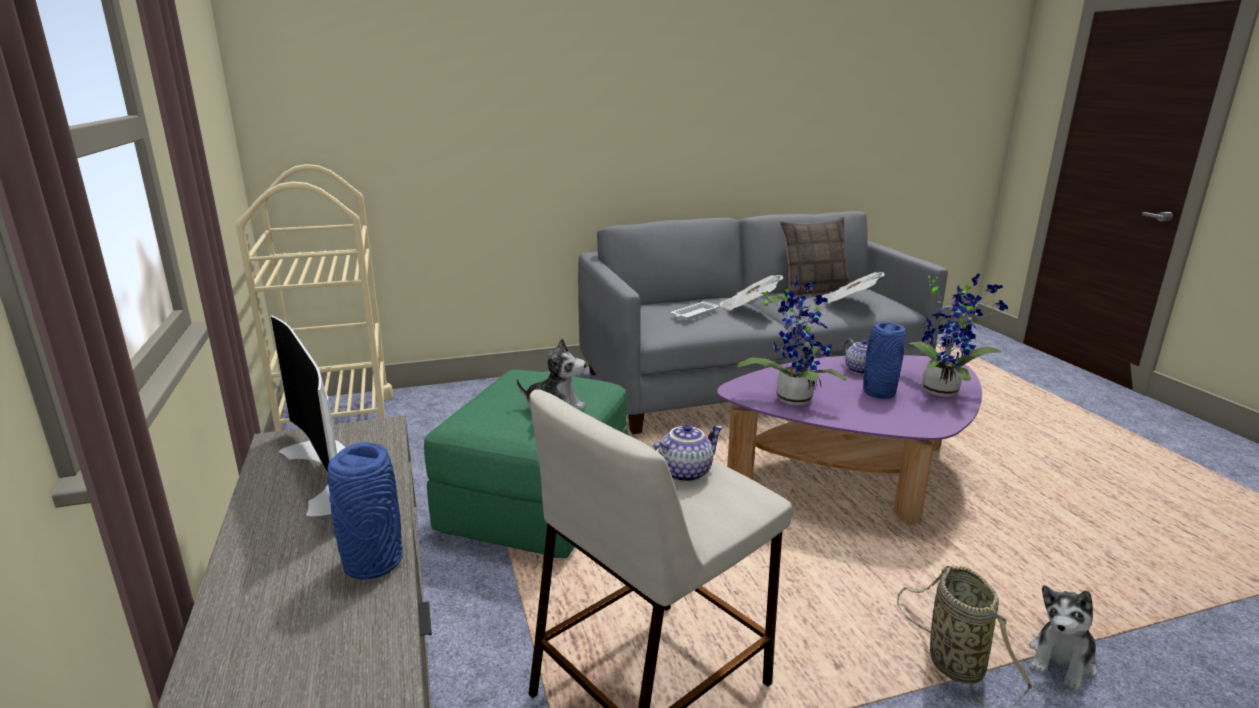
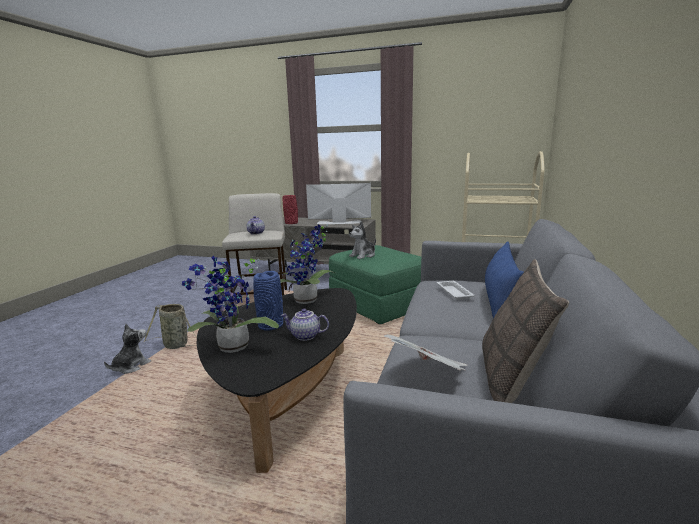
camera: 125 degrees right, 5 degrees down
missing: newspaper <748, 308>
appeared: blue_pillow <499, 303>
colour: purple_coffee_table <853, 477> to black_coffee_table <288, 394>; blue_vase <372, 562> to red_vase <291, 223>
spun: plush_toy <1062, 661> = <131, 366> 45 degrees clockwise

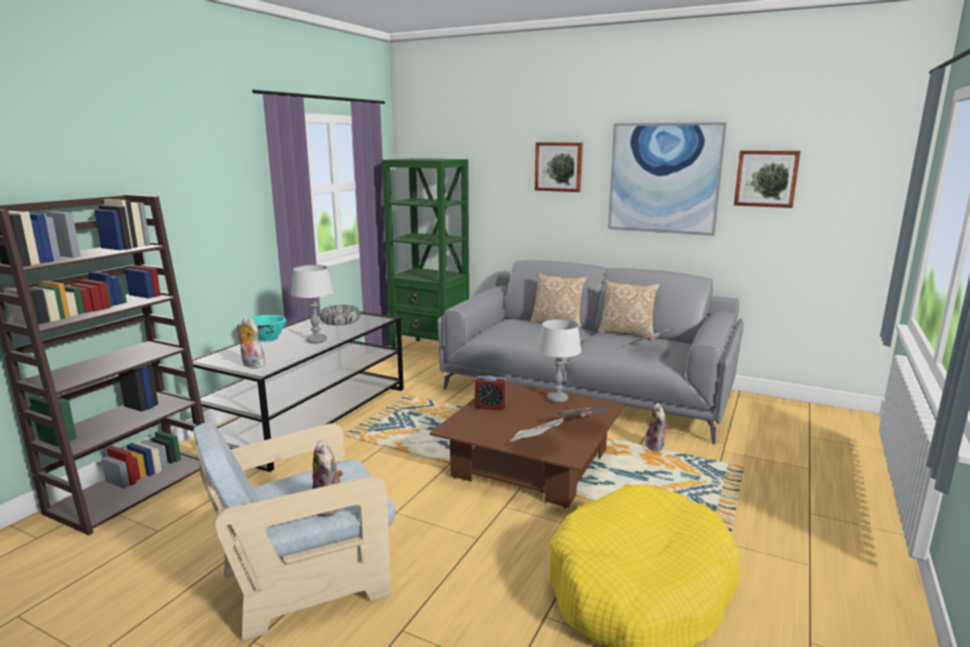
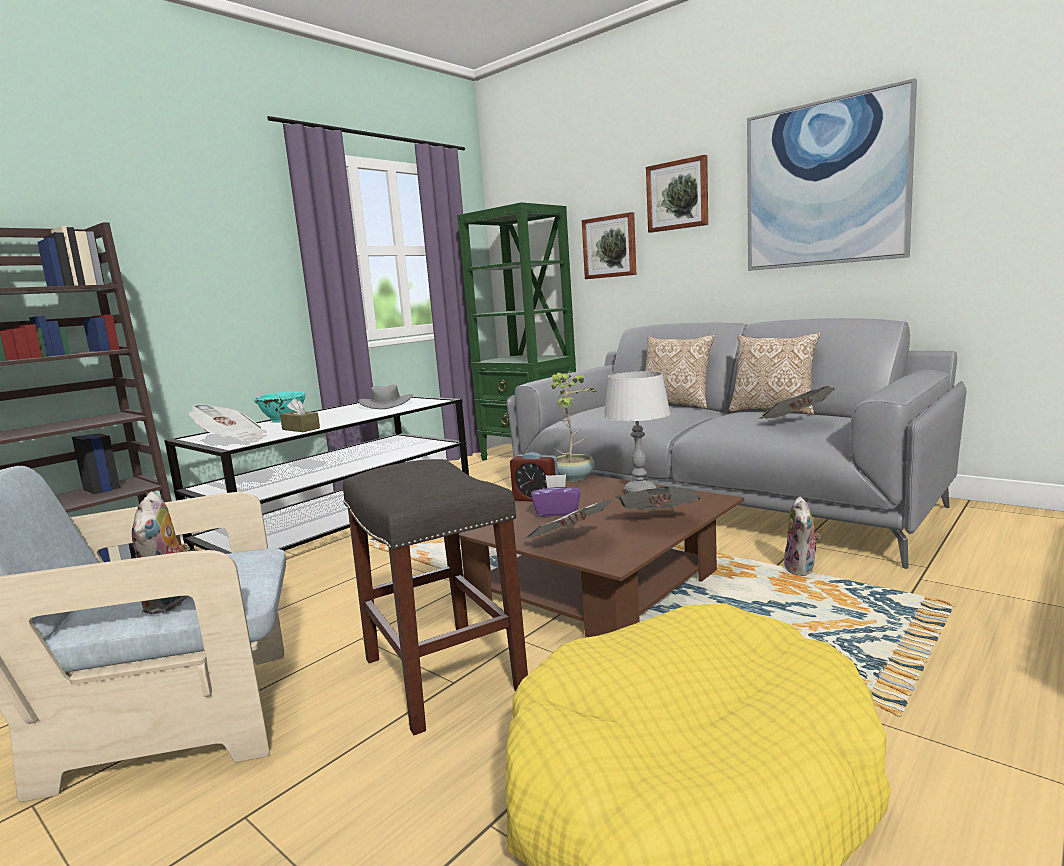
camera: 15 degrees right, 5 degrees down
missing: grey_table_lamp <317, 341>
appeared: brown_tissue_box <301, 429>; grey_stool <445, 675>; purple_tissue_box <557, 512>; potted_plant <575, 477>
relocated: picture <766, 178> to <610, 247>
exchanged: plush_toy <251, 365> to newspaper <232, 441>; bowl <340, 321> to grey_hat <386, 404>

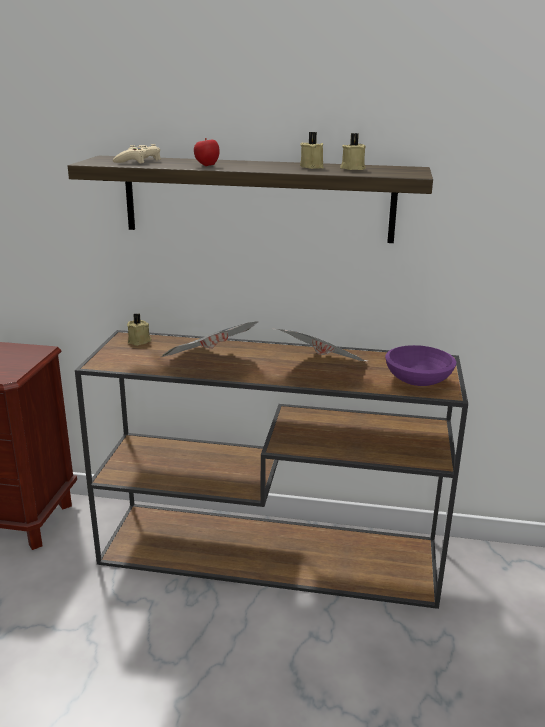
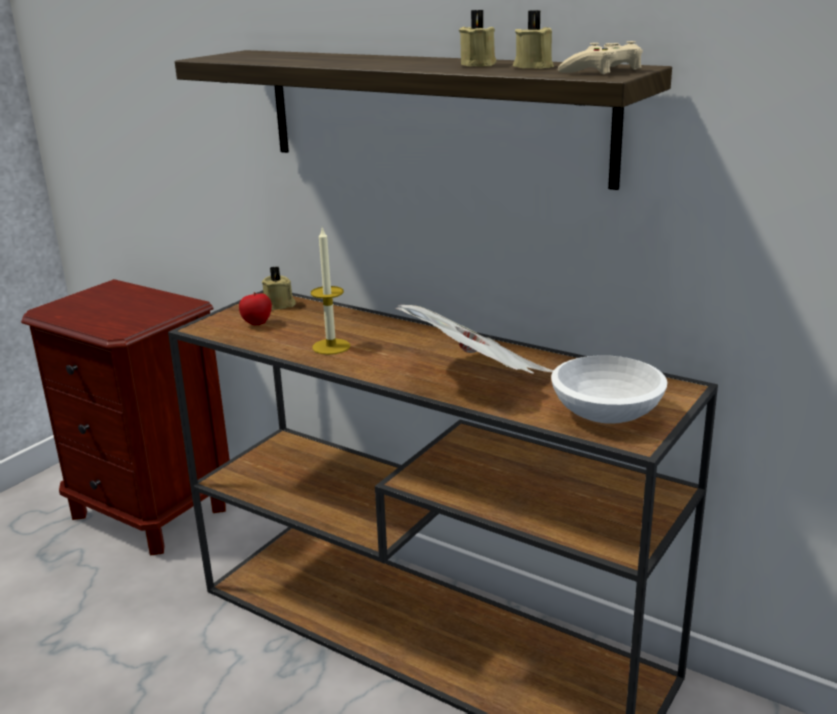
camera: 25 degrees right, 0 degrees up
relocated: apple <207, 166> to <257, 324>; beige_game_controller <139, 161> to <603, 71>
exchanged: newspaper <208, 364> to candle <331, 346>
colour: purple_bowl <417, 380> to white_bowl <605, 413>

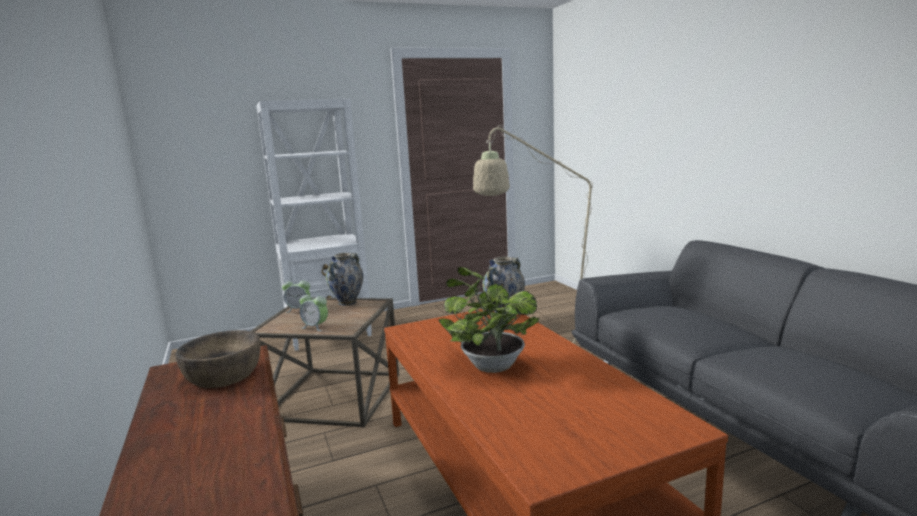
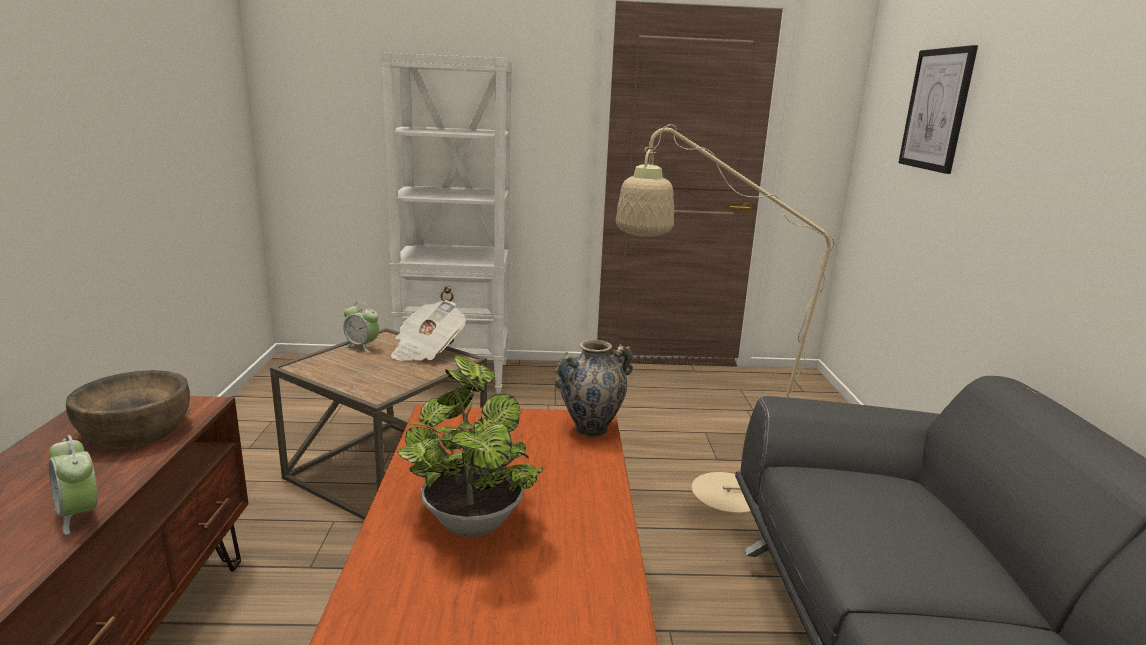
camera: 20 degrees right, 5 degrees up
appeared: picture <936, 109>
relocated: alarm_clock <315, 327> to <80, 515>
exchanged: vase <347, 302> to newspaper <426, 350>

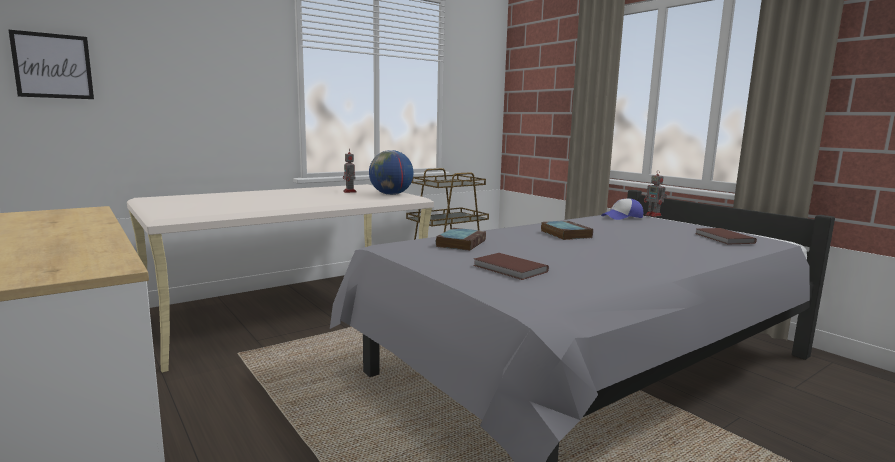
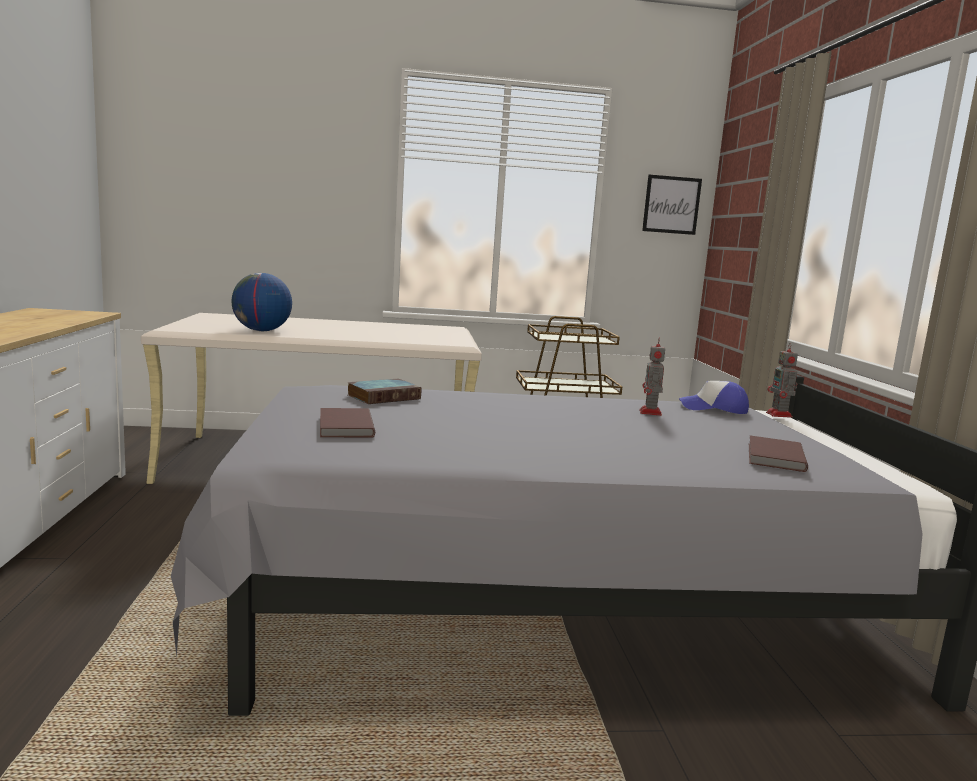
camera: 30 degrees right, 0 degrees up
missing: book <564, 234>
relocated: globe <391, 194> to <261, 331>; toy_robot <350, 192> to <650, 413>; picture <53, 66> to <671, 205>

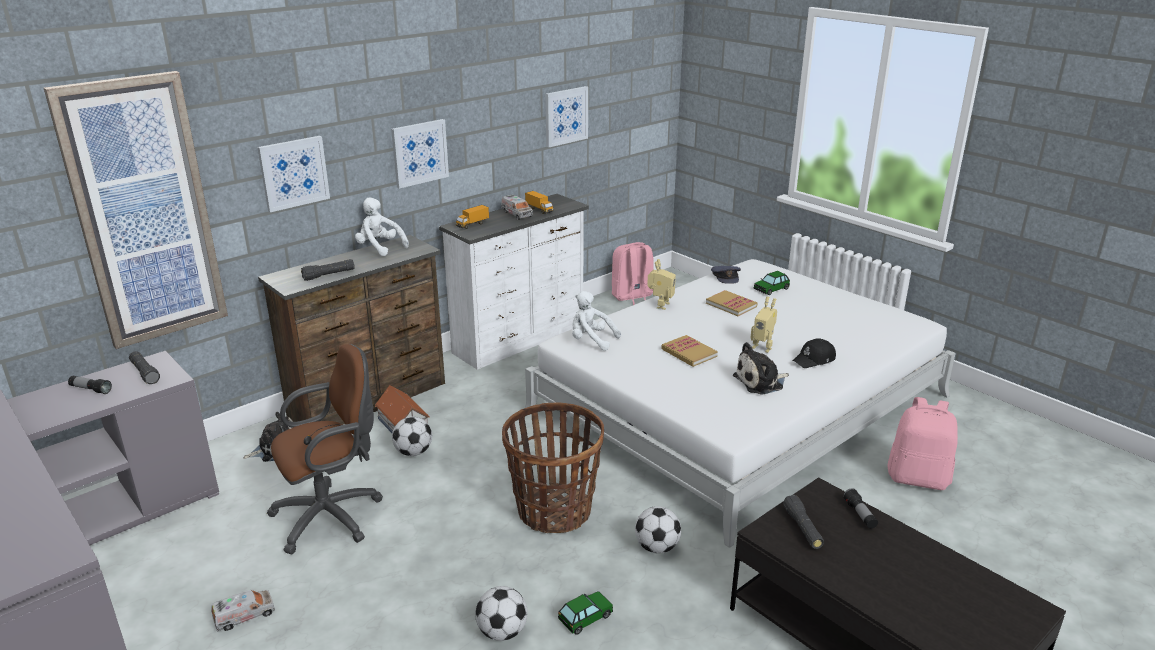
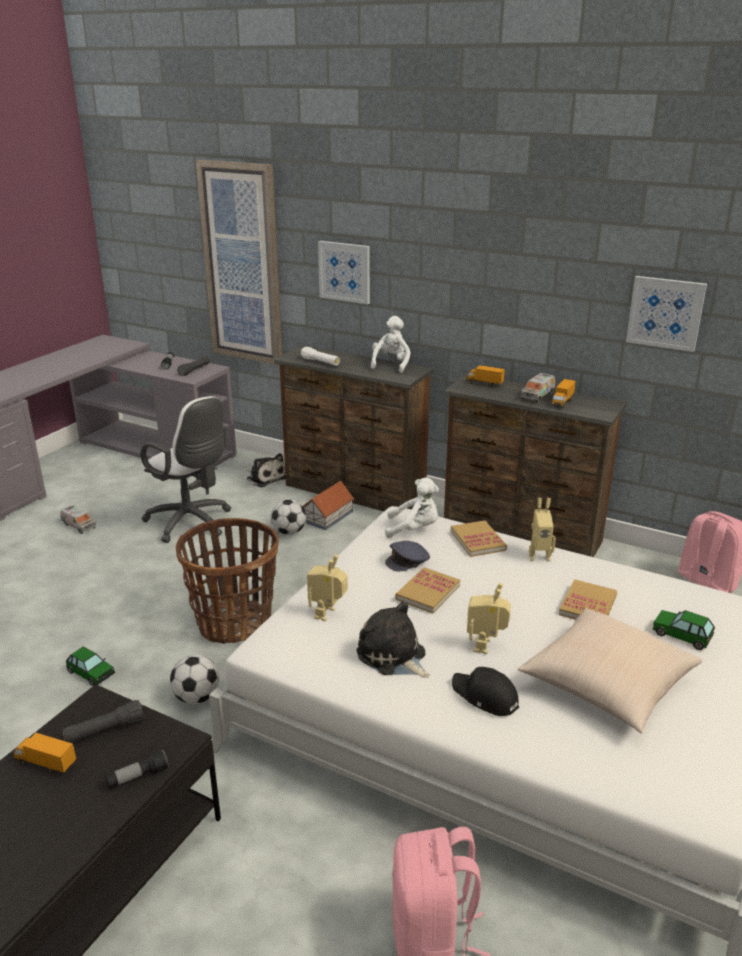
camera: 70 degrees right, 0 degrees up
missing: picture <419, 153>; football <502, 632>
appeared: toy_truck <46, 764>; toy_robot <328, 614>; book <478, 540>; beige_pillow <607, 684>
relocated: grey_cap <726, 277> to <408, 561>
colour: brown_office_chair <333, 516> to white_office_chair <192, 523>; black_flashlight <329, 275> to white_flashlight <320, 362>; white_dresser <521, 340> to brown_dresser <521, 535>
spun: white_plush_toy <591, 340> = <414, 529> 90 degrees clockwise

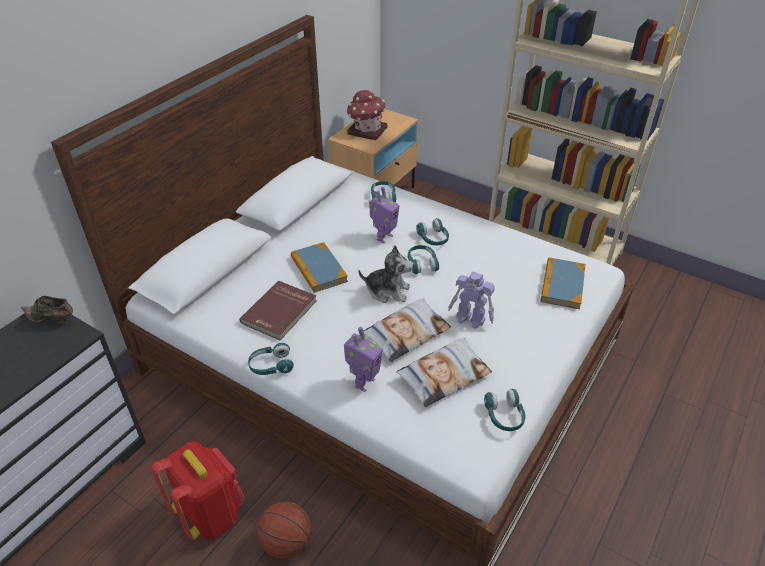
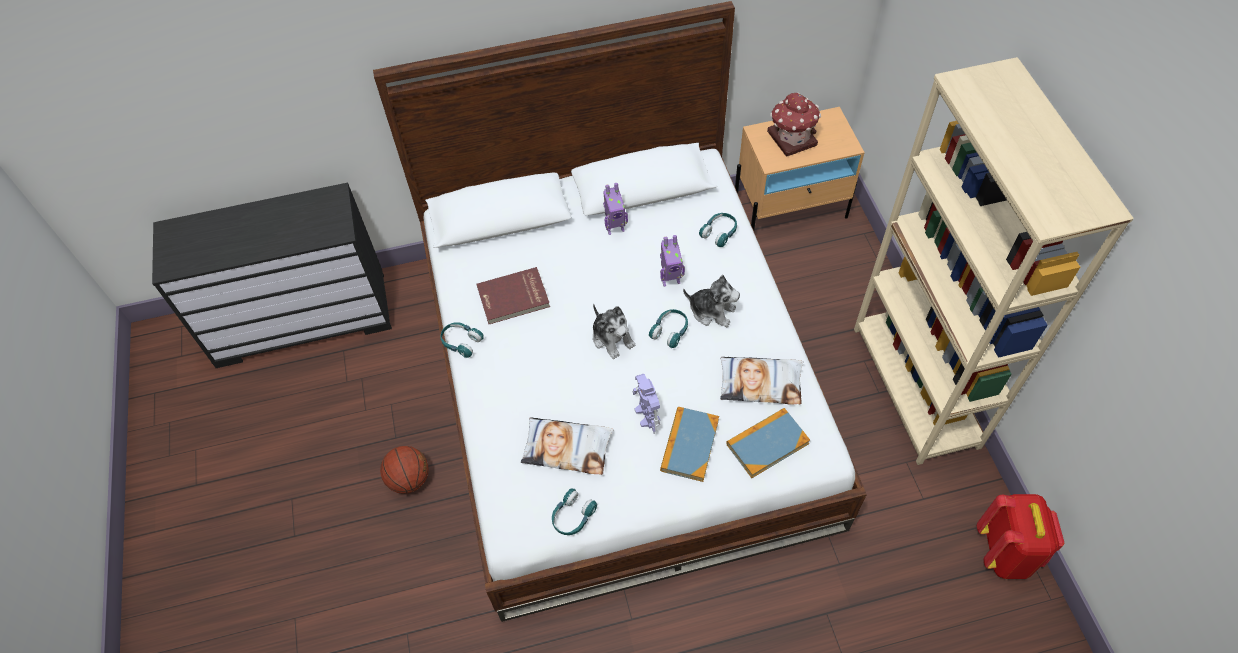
camera: 45 degrees right, 15 degrees up
missing: brown_shoe <52, 319>
relocated: toy_robot <363, 382> to <615, 228>; book <318, 269> to <689, 445>; pillow <406, 333> to <760, 383>; red_backpack <210, 514> to <1006, 552>
exchanged: turquoise_headphones <433, 238> to plush_toy <712, 311>

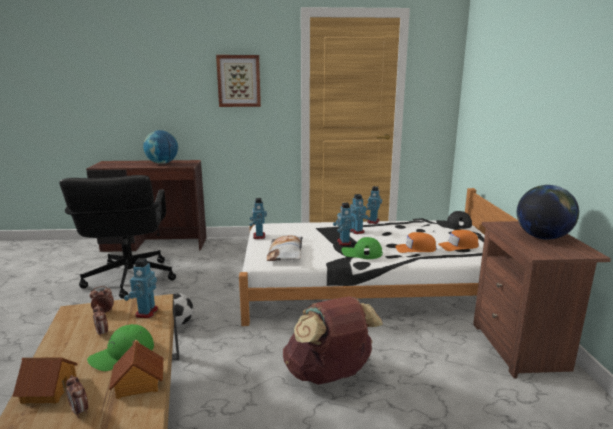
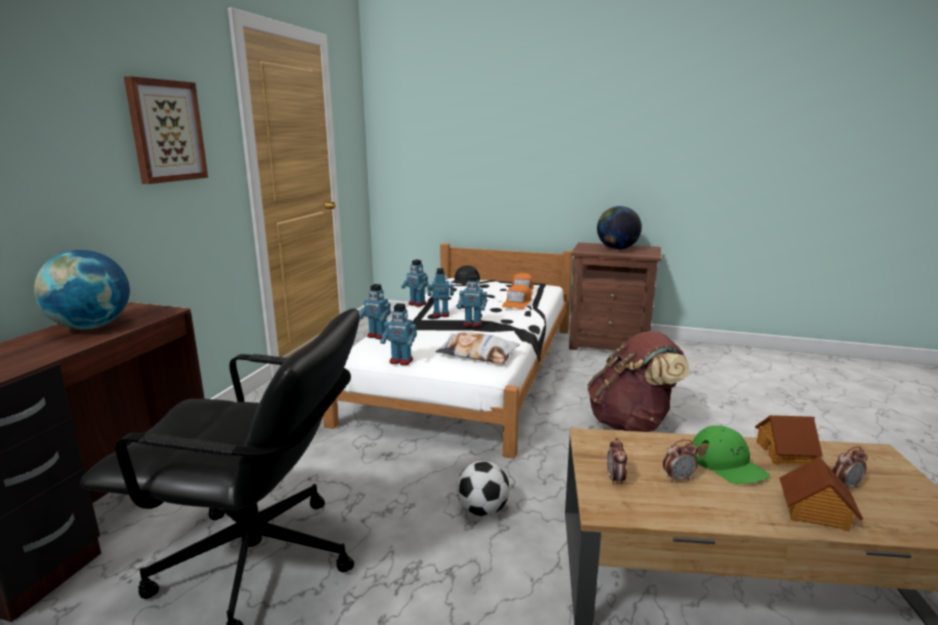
camera: 70 degrees left, 0 degrees up
missing: green_cap <361, 253>
relocated: toy_robot <146, 312> to <377, 336>

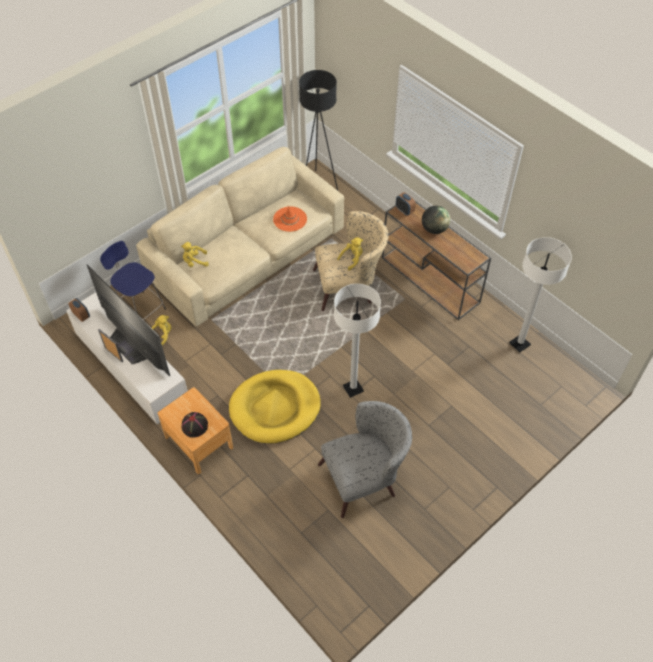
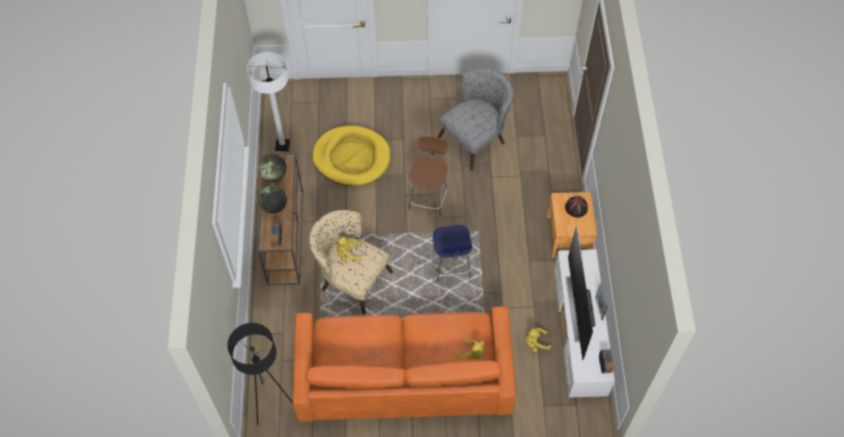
camera: 140 degrees left, 5 degrees up
missing: orange_hat <290, 219>
appeared: globe <274, 175>
relocated: yellow_dog_bed <275, 408> to <351, 158>; blue_stool <140, 309> to <451, 266>
exchanged: white_floor_lamp <353, 388> to brown_stool <428, 197>
colour: beige_sofa <247, 254> to orange_sofa <404, 373>
spun: grey_armchair <365, 478> = <476, 137> 120 degrees clockwise

